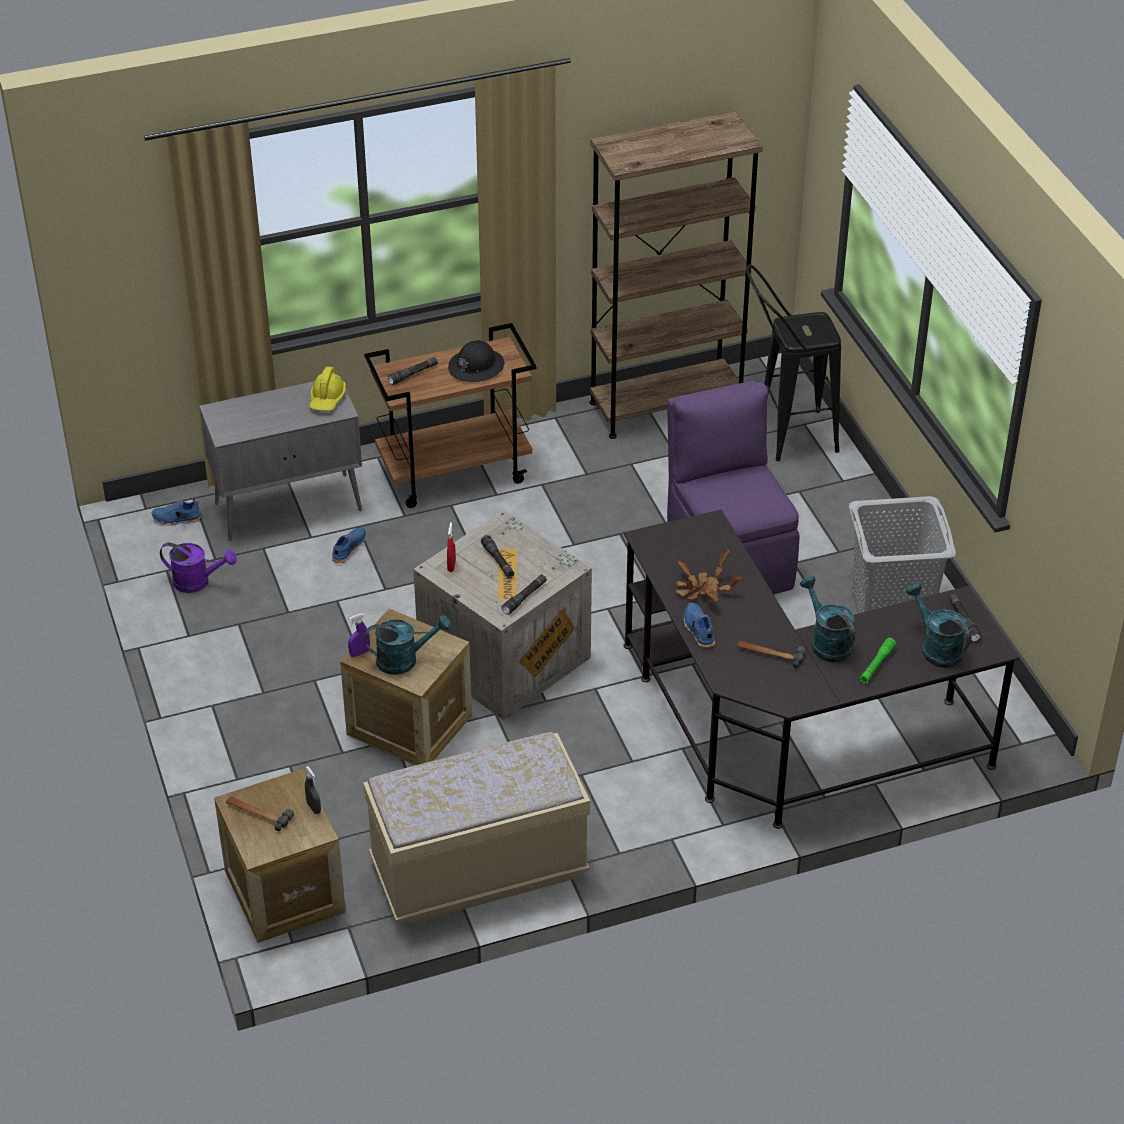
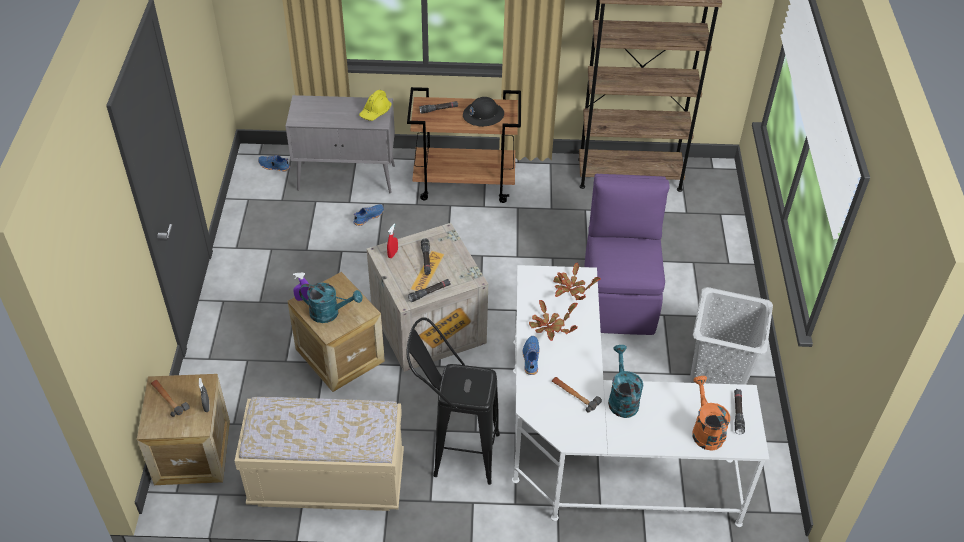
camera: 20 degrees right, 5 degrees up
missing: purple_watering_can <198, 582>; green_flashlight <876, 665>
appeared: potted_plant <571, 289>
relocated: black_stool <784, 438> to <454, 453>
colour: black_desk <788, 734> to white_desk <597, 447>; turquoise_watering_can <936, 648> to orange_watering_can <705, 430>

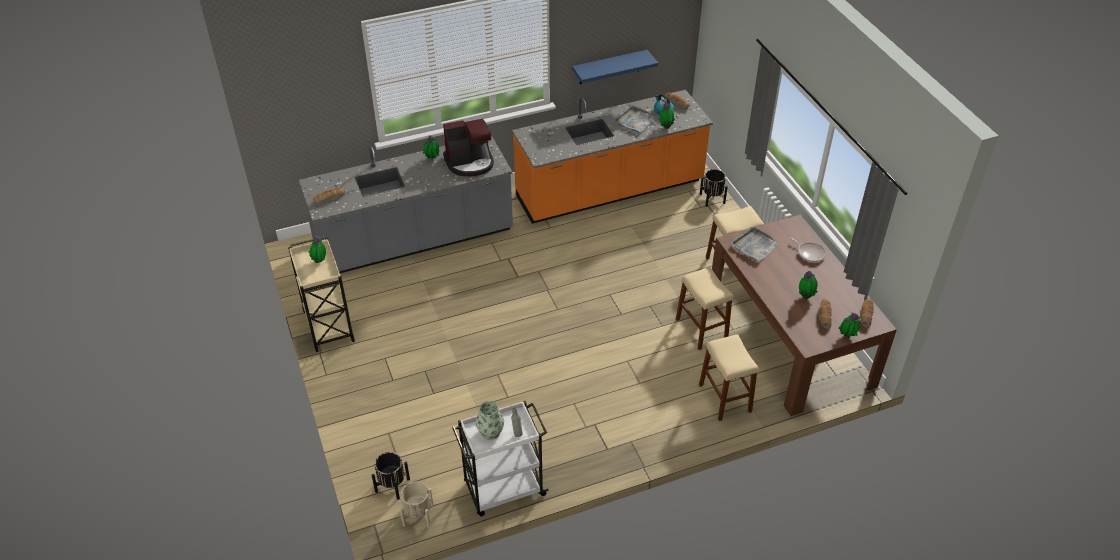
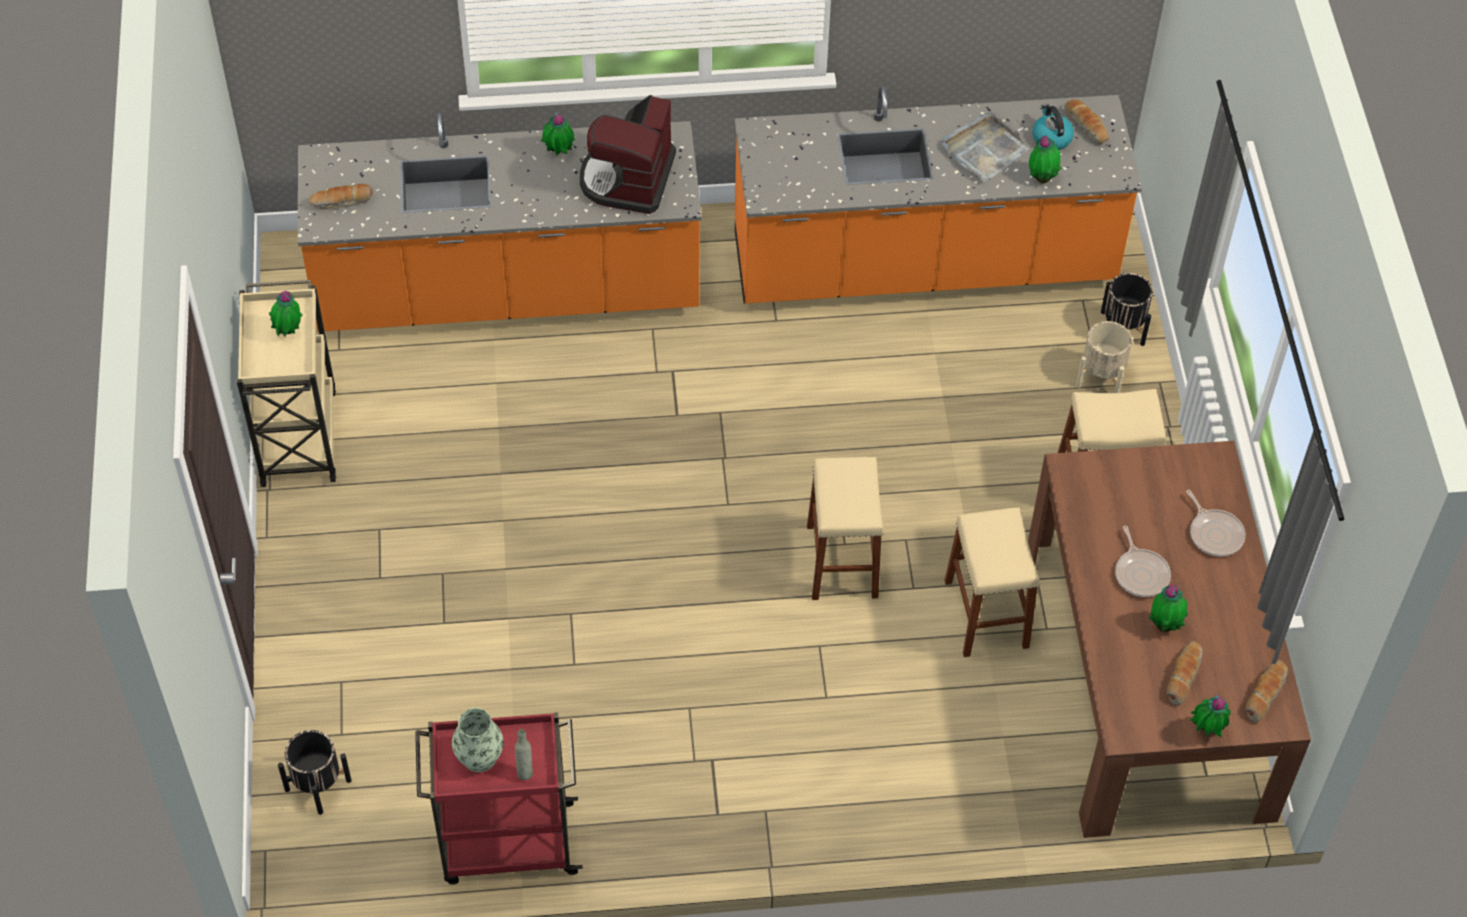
camera: 15 degrees right, 10 degrees up
missing: blue_shelf <609, 67>; grey_tray <754, 246>
appeared: frying_pan <1141, 573>
relocated: beige_stool <725, 398> to <842, 561>; beige_planter <418, 515> to <1101, 376>
colour: grey_counter <414, 240> to orange_counter <508, 290>; white_cart <503, 489> to red_cart <506, 843>
spun: coffee_machine <470, 162> = <628, 178> 105 degrees clockwise

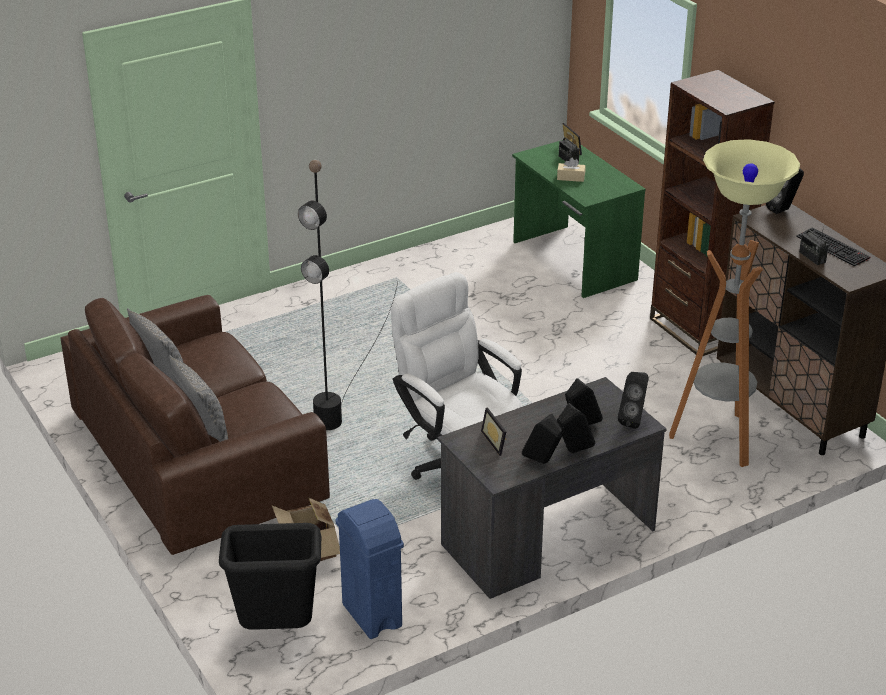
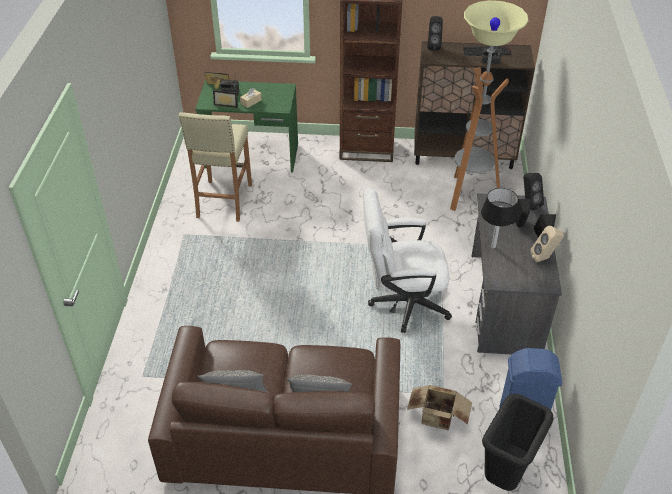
camera: 55 degrees left, 10 degrees up
missing: black_floor_lamp <351, 380>
appeared: beige_stool <224, 201>; black_table_lamp <493, 247>
relocated: picture_frame <497, 441> to <226, 104>
colour: black_speaker <543, 462> to beige_speaker <544, 258>

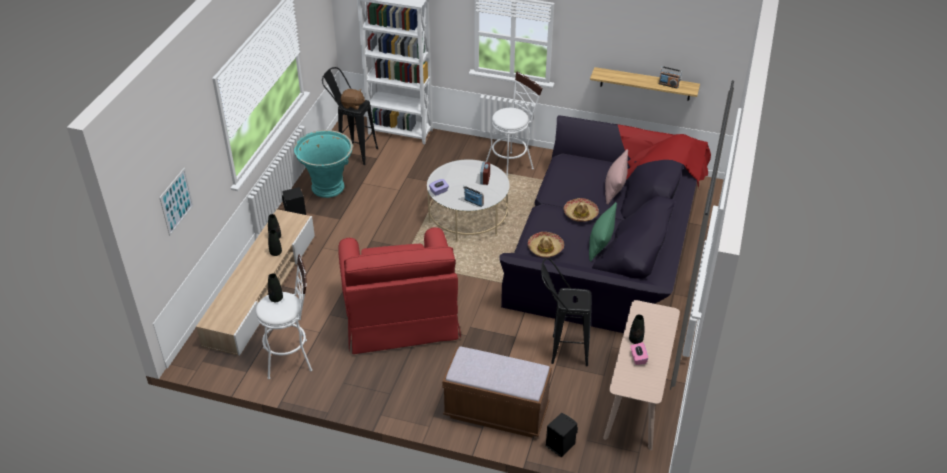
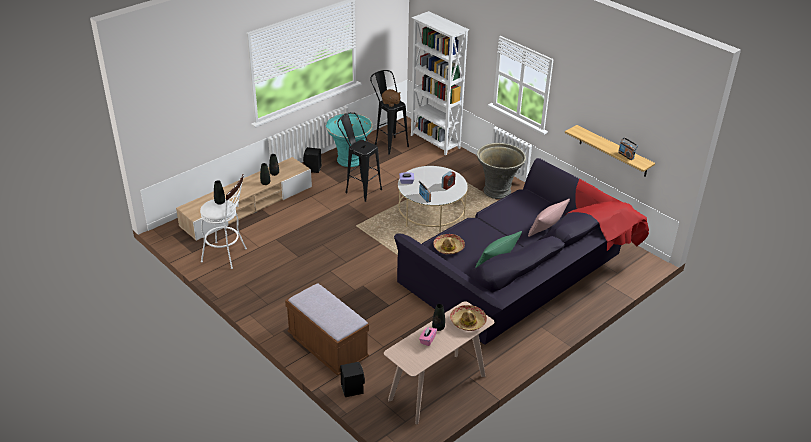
camera: 30 degrees right, 5 degrees down
missing: picture <176, 201>; red_armchair <399, 314>
relocated: black_stool <562, 350> to <359, 189>; hat <580, 214> to <468, 322>
exchanged: white_stool <512, 165> to grey_planter <498, 191>

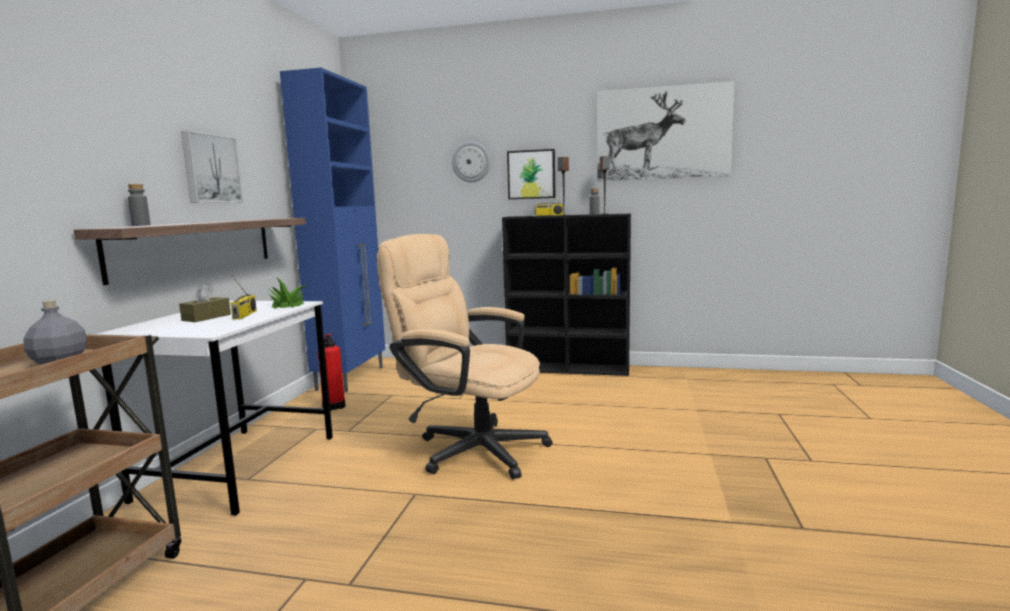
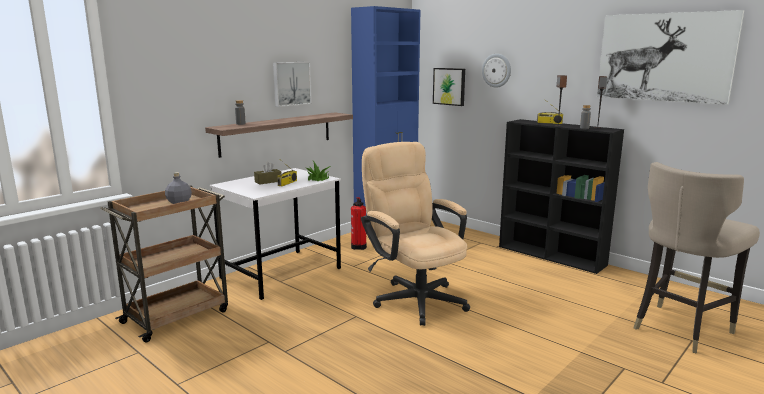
camera: 30 degrees right, 5 degrees up
appeared: beige_stool <680, 328>
relocated: picture <531, 174> to <449, 86>

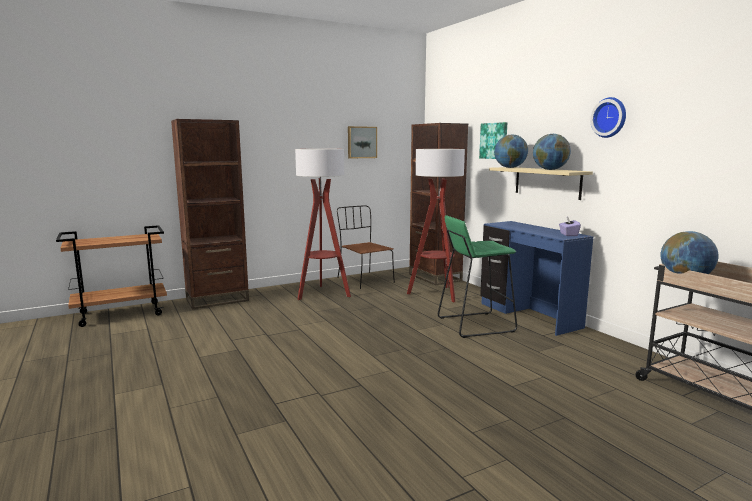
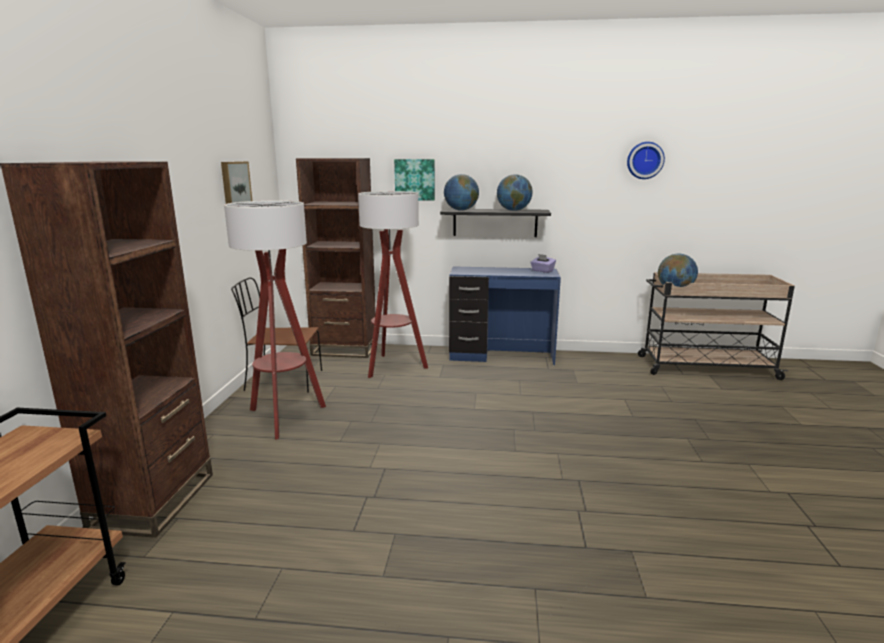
camera: 55 degrees left, 5 degrees up
missing: green_stool <474, 324>
relocated: wall_clock <610, 117> to <644, 160>
colour: beige_shelf <547, 182> to black_shelf <495, 222>

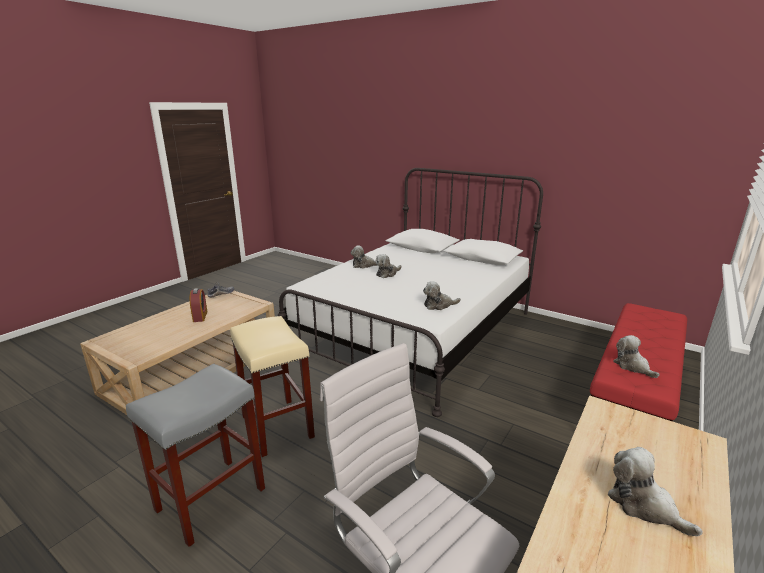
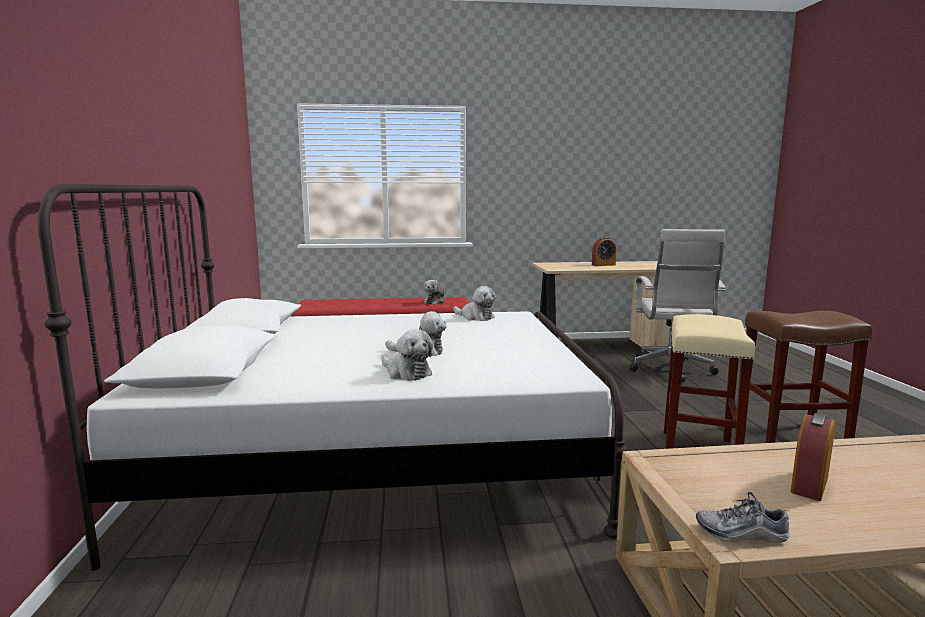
camera: 130 degrees left, 10 degrees down
exchanged: plush_toy <644, 505> to alarm_clock <603, 265>
colour: grey_stool <210, 500> to brown_stool <791, 436>

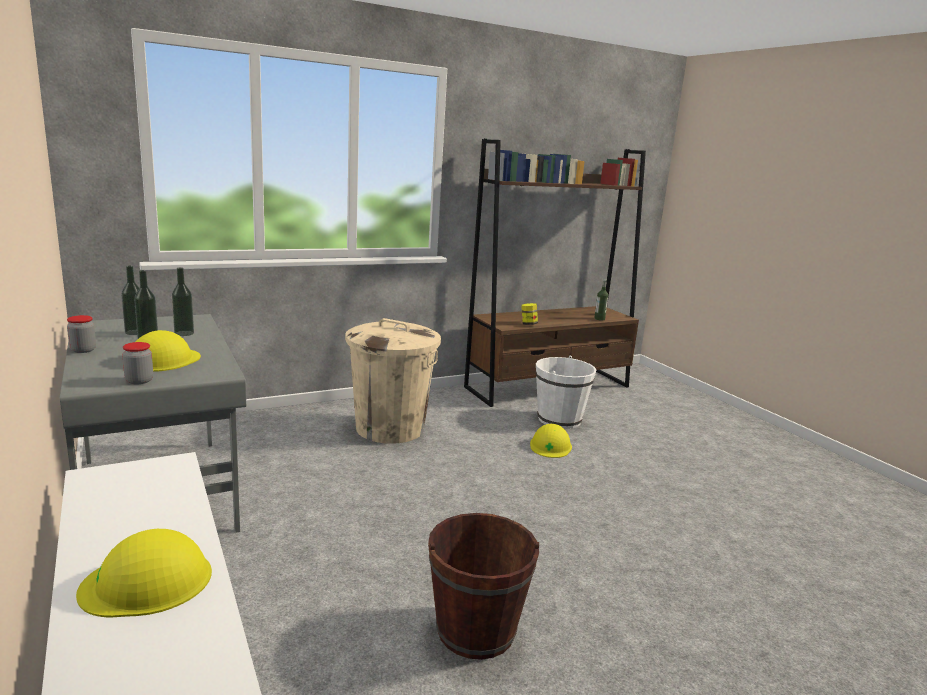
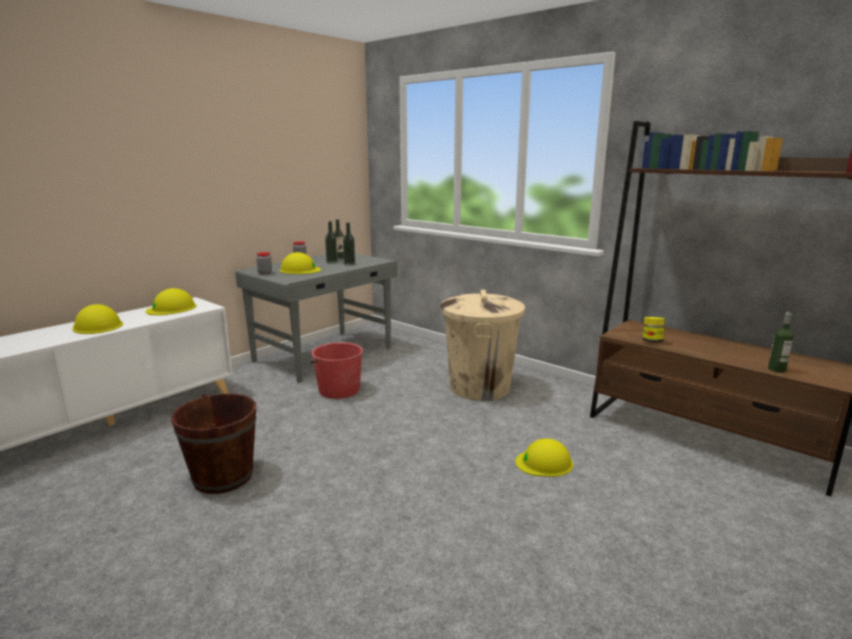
camera: 70 degrees right, 0 degrees up
missing: white_bucket <559, 419>
appeared: yellow_hard_hat <172, 308>; red_bucket <338, 390>

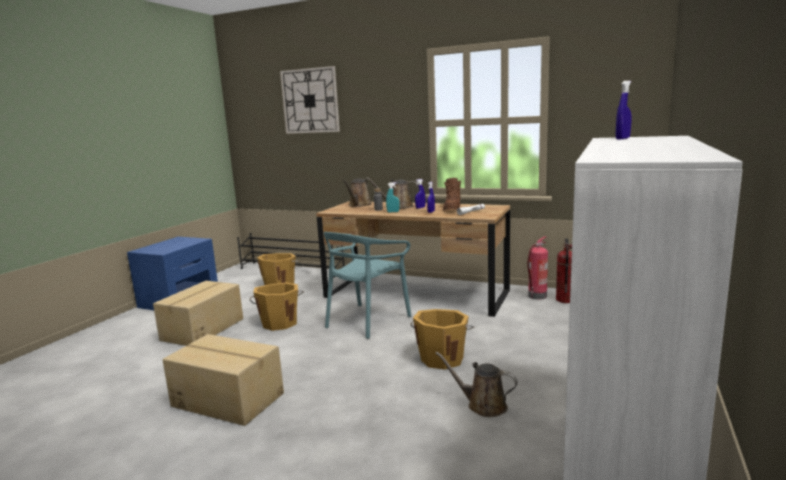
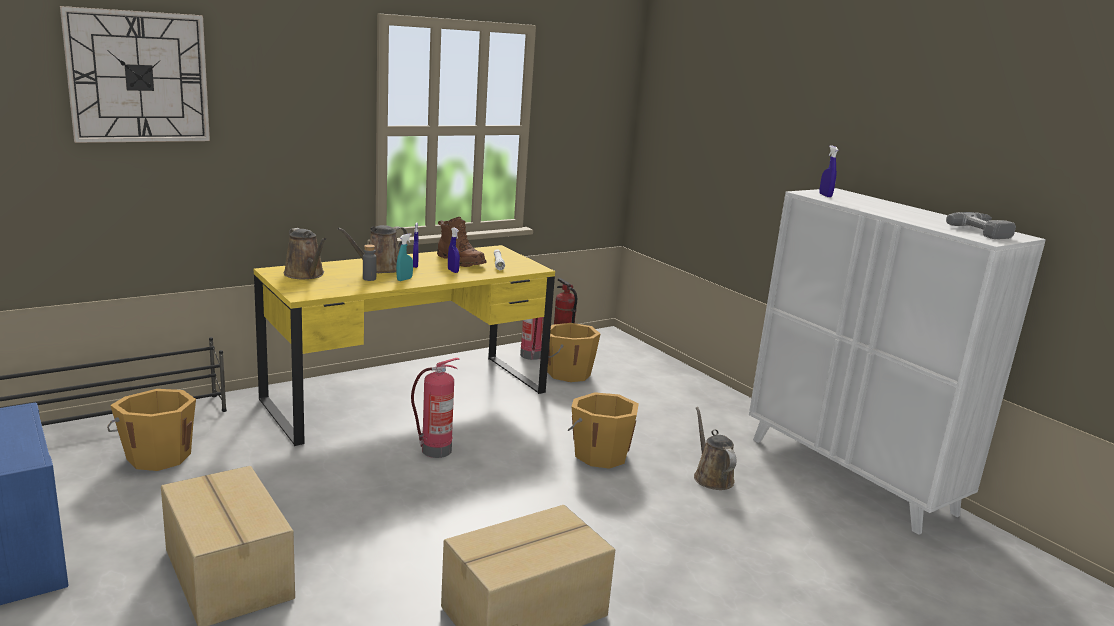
camera: 60 degrees left, 5 degrees up
appeared: power_drill <986, 231>
relocated: orange_bucket <280, 323> to <567, 373>
exchanged: turquoise_chair <367, 320> to fire_extinguisher <435, 451>
colour: brown_desk <415, 294> to yellow_desk <408, 396>
spun: brown_watering_can <483, 405> = <711, 477> 105 degrees clockwise

